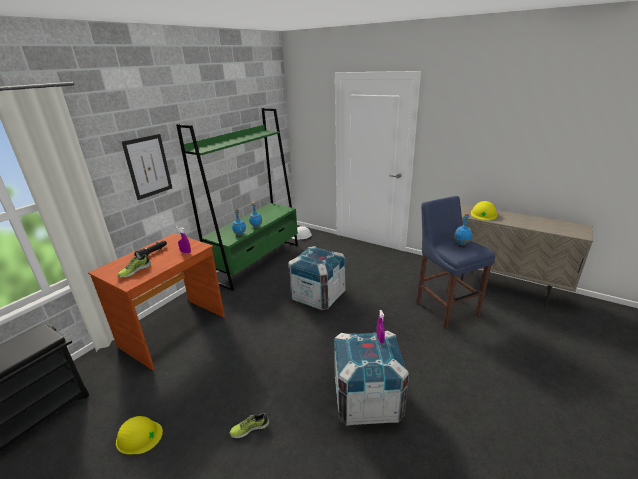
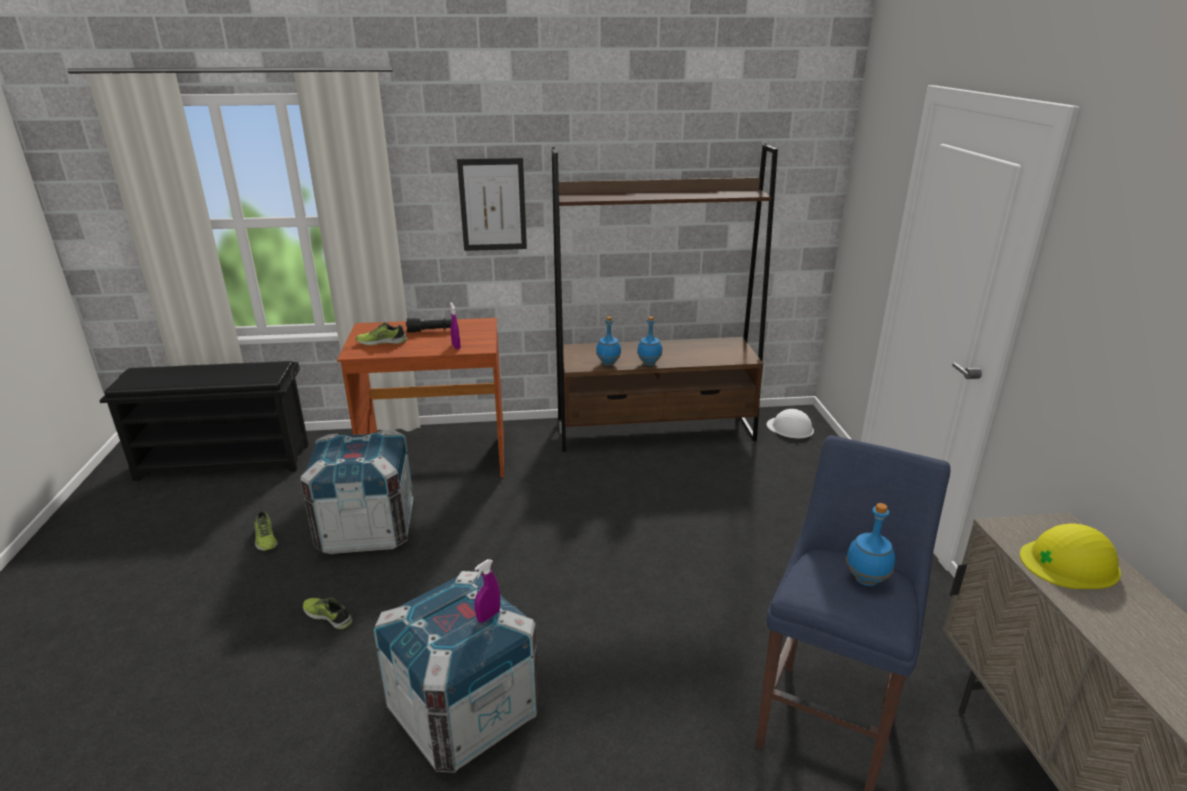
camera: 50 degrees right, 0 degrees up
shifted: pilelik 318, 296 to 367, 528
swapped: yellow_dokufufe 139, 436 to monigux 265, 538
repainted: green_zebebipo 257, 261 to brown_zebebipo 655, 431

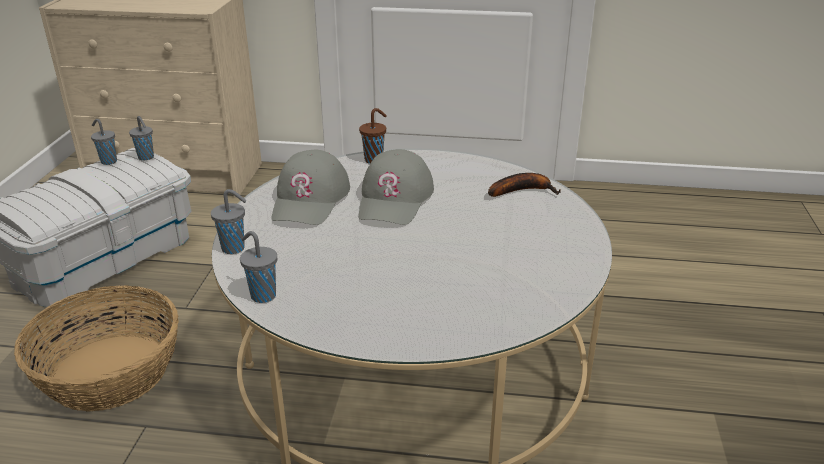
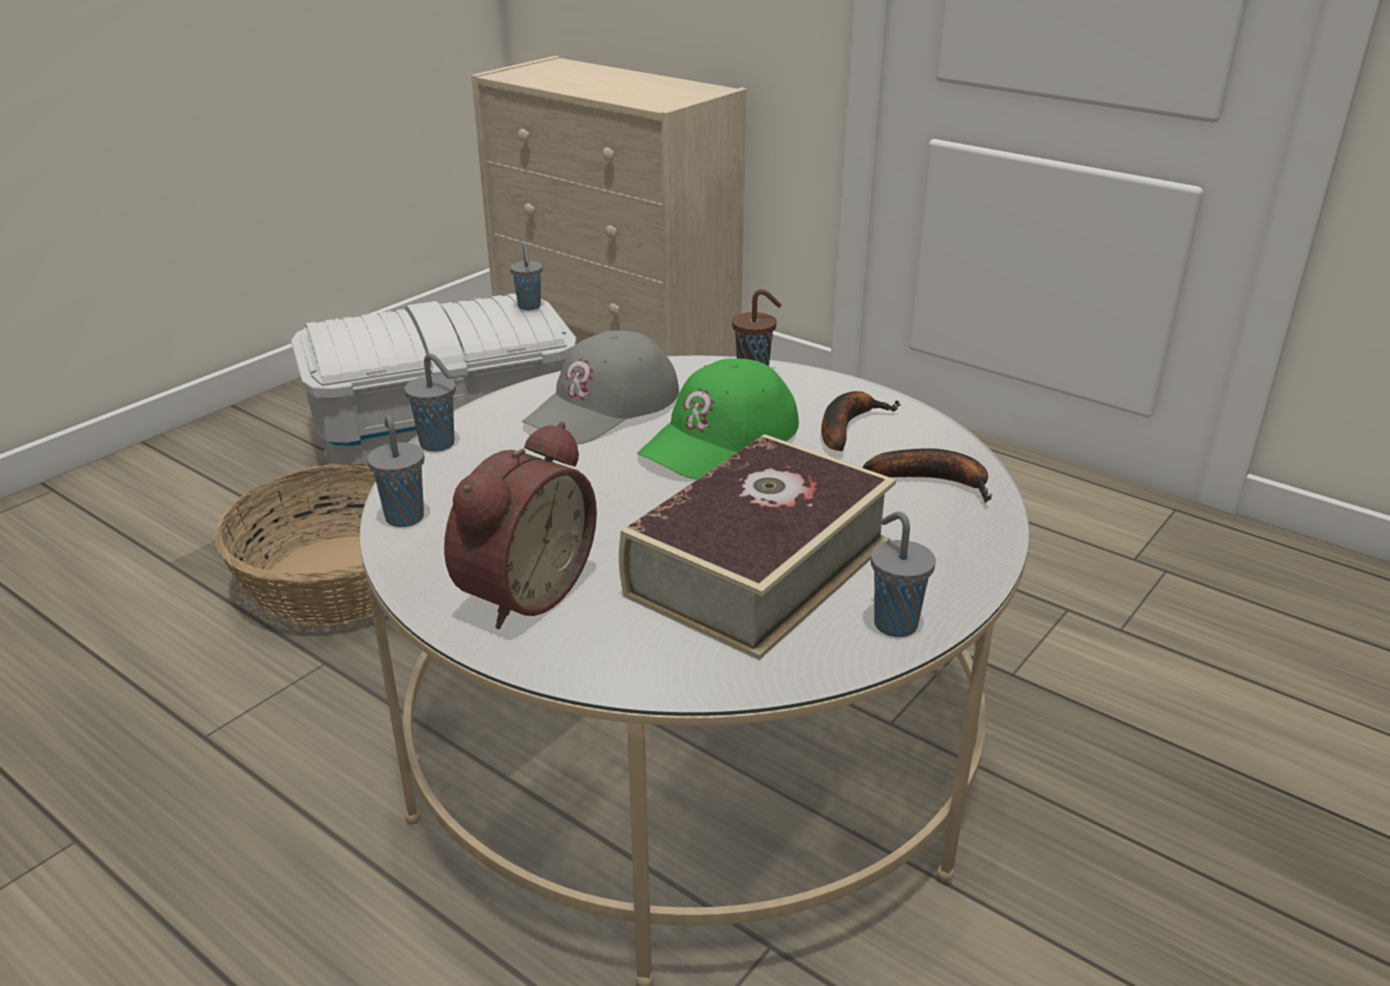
camera: 30 degrees right, 0 degrees up
new: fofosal 847, 426; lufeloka 520, 591; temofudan 759, 567
shifted: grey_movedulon 108, 161 to 893, 623
repainted: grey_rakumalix 395, 199 to green_rakumalix 721, 438

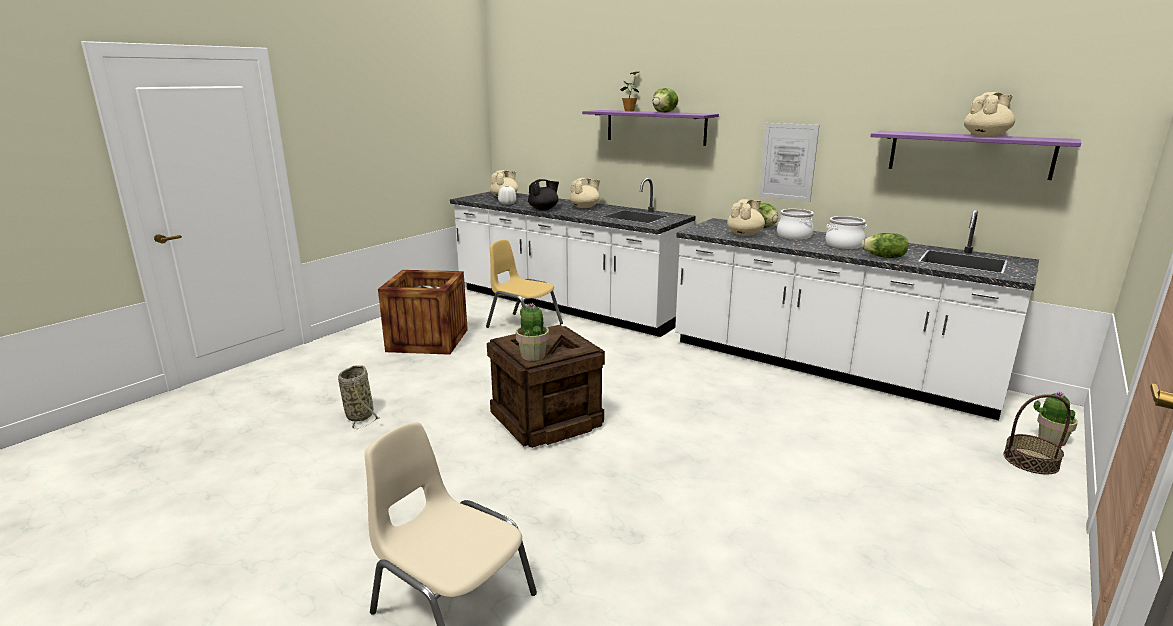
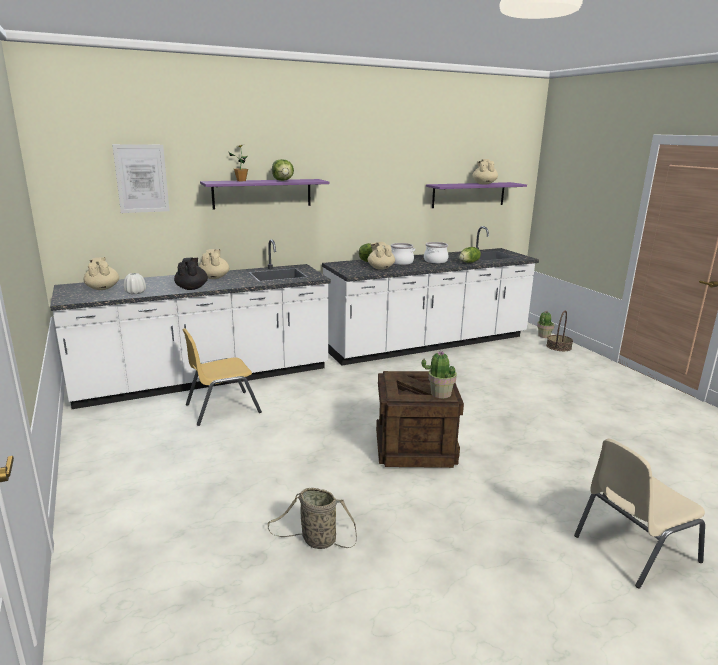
camera: 60 degrees left, 0 degrees up
gone: pilelik 428, 340
shifted: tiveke 788, 162 to 141, 178

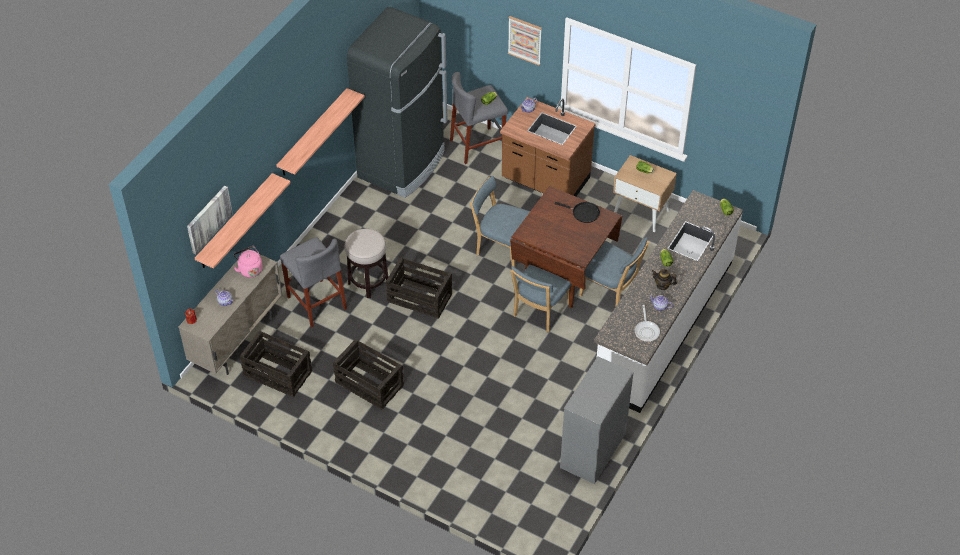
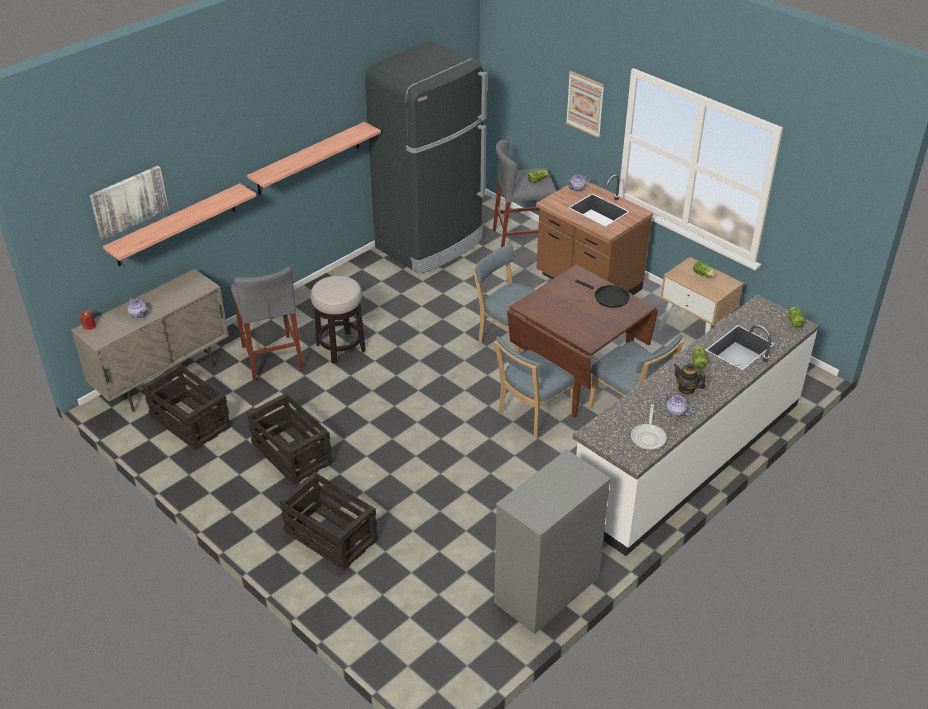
camera: 15 degrees right, 10 degrees down
gone: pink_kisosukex 250, 269
shifted: pilelik 419, 298 to 330, 536

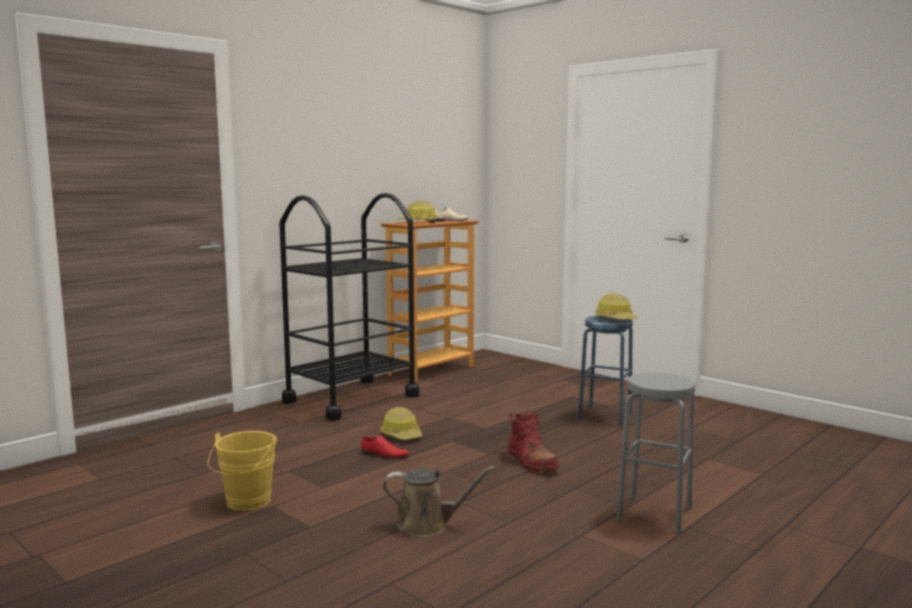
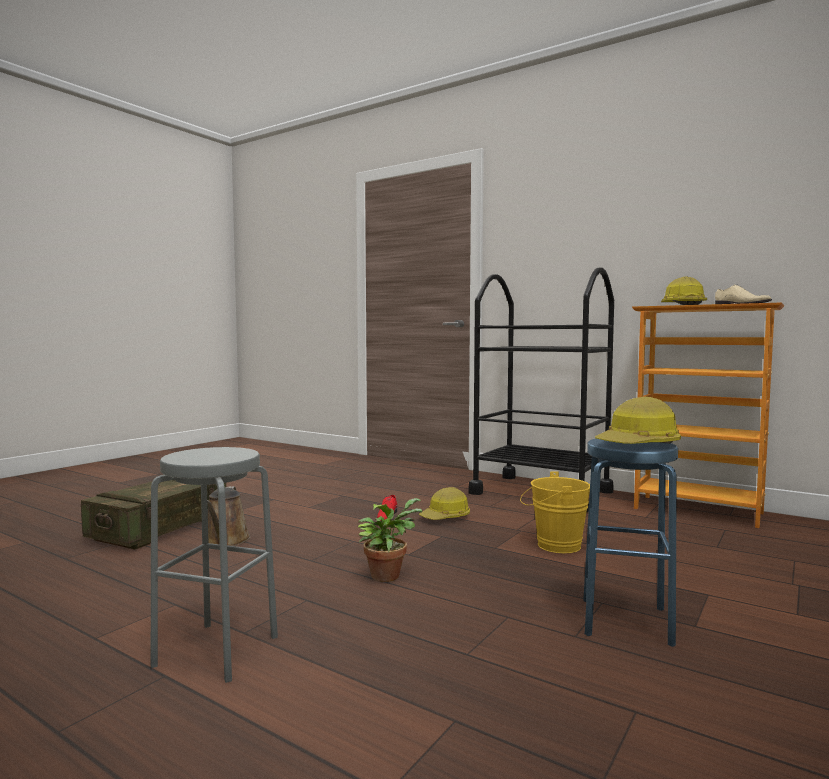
camera: 80 degrees right, 5 degrees down
new: pilelik 160, 528
shifted: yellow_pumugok 246, 503 to 553, 545
swapped: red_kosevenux 531, 462 to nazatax 387, 575

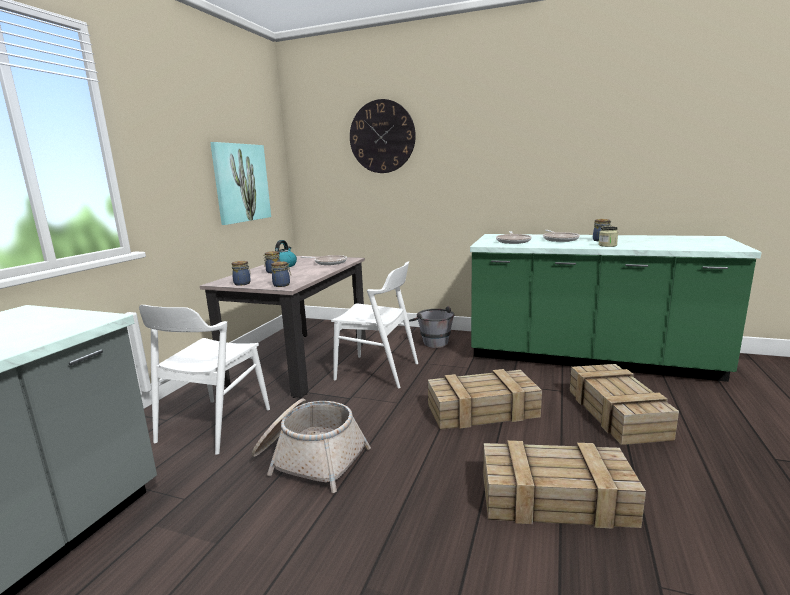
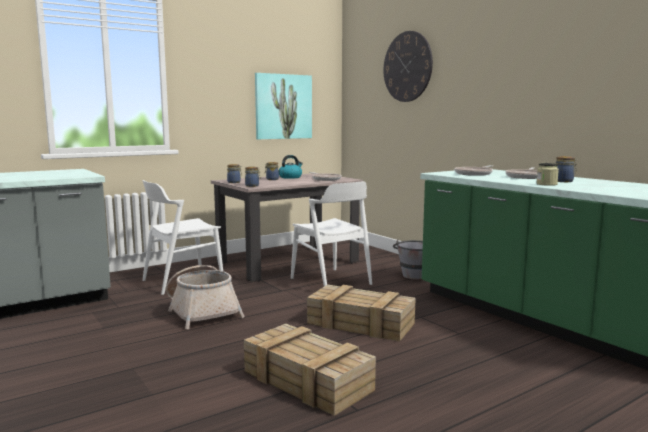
camera: 35 degrees right, 5 degrees down
gone: pilelik 618, 414

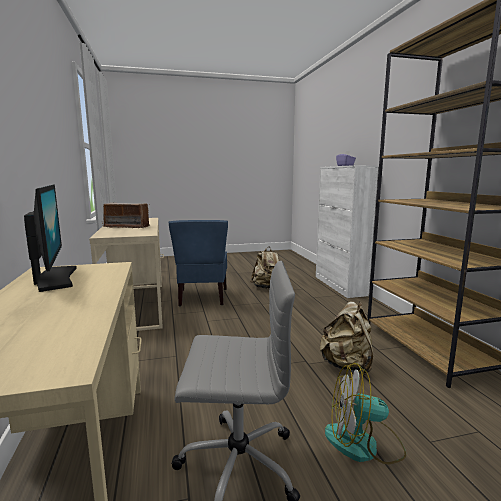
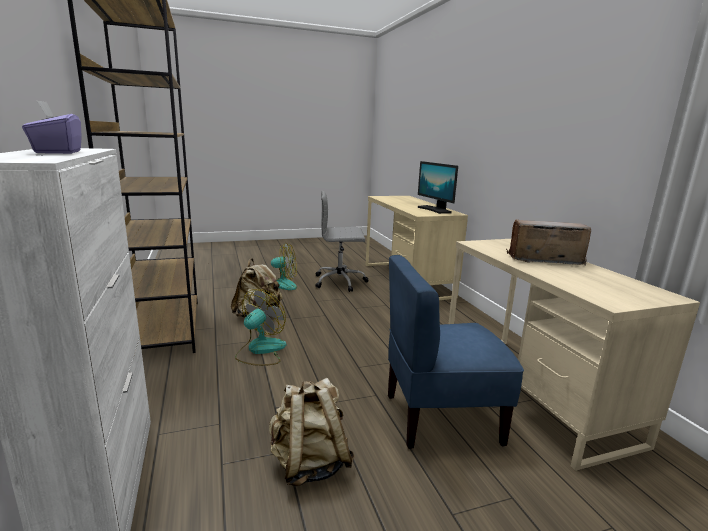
camera: 175 degrees right, 5 degrees up
new: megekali 260, 350
rotated: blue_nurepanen 202, 297 = 440, 418 90 degrees counterclockwise

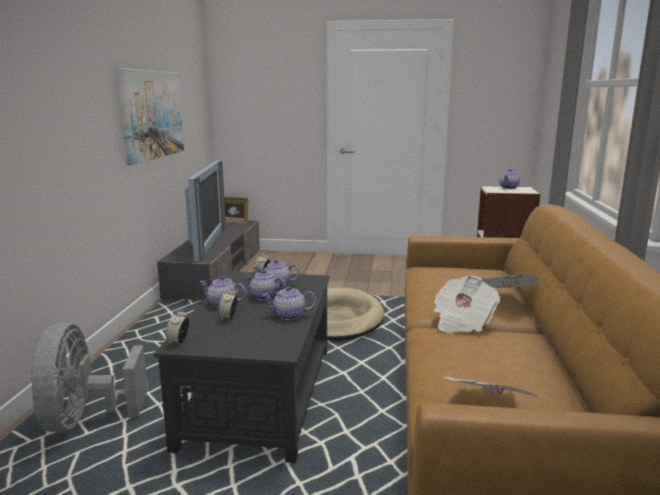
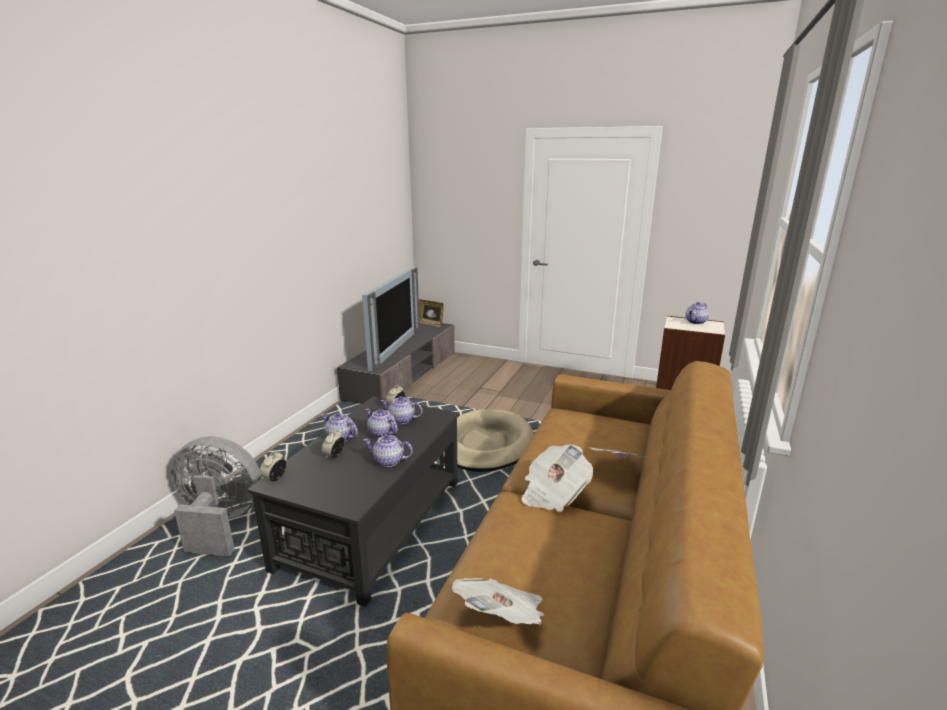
camera: 15 degrees right, 5 degrees up
gone: tiveke 152, 114
rotated: grey_megekali 85, 419 = 221, 523 90 degrees clockwise

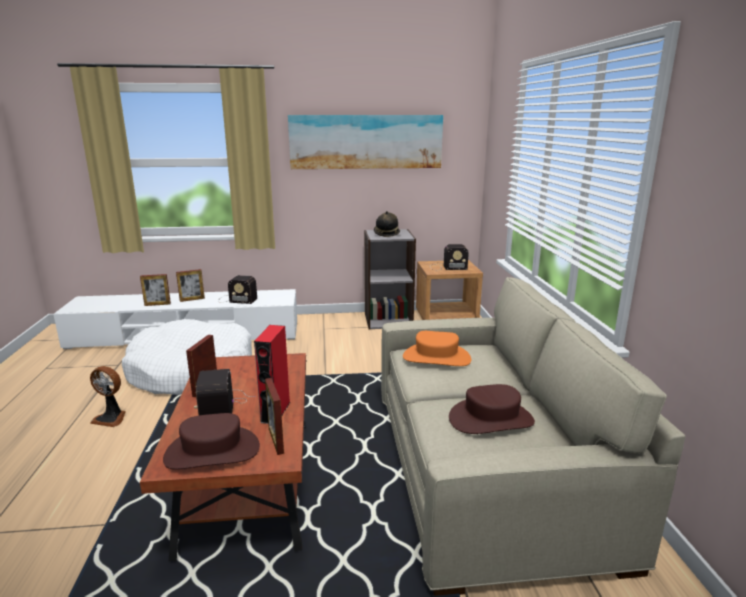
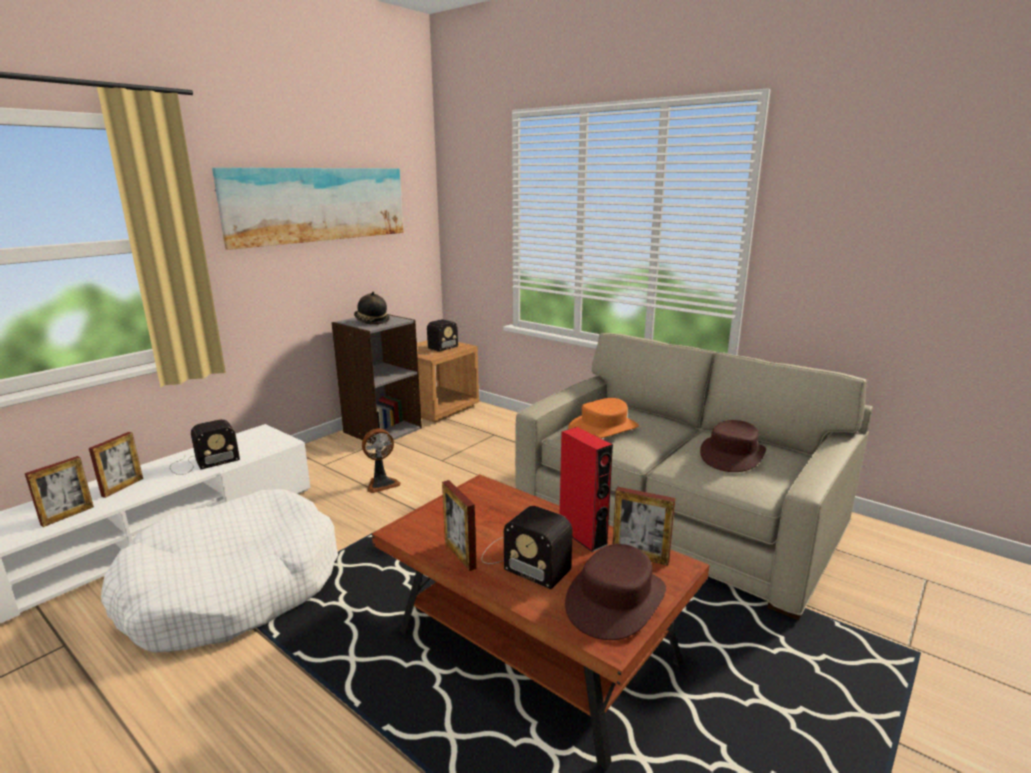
camera: 45 degrees left, 0 degrees up
shifted: megekali 111, 418 to 381, 484

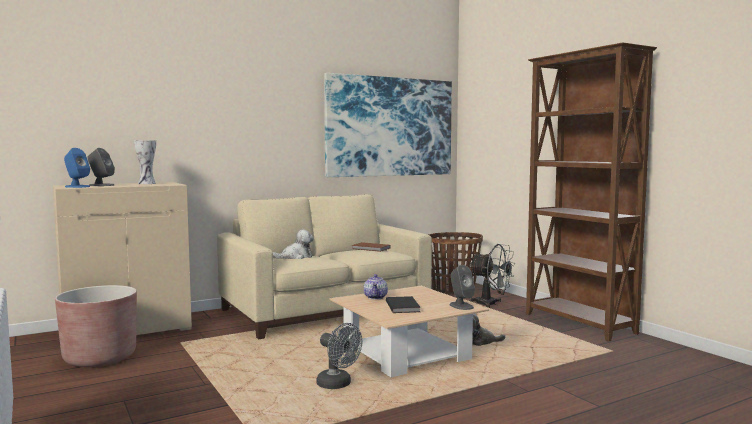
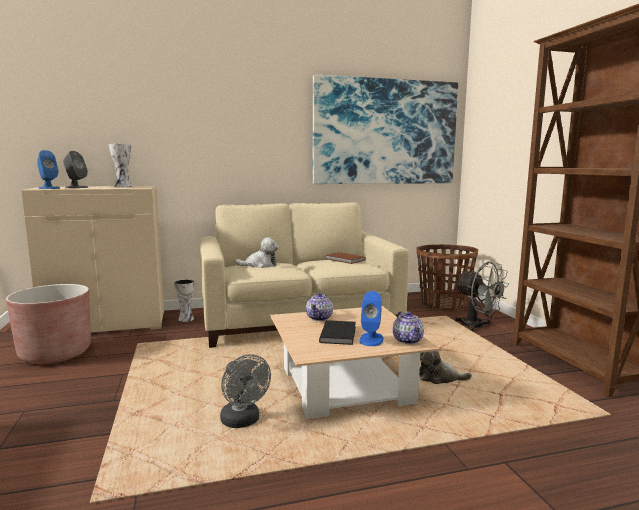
camera: 15 degrees right, 5 degrees up
new: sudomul 186, 319; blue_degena 371, 339
swapped: grey_degena 461, 306 to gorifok 407, 340

